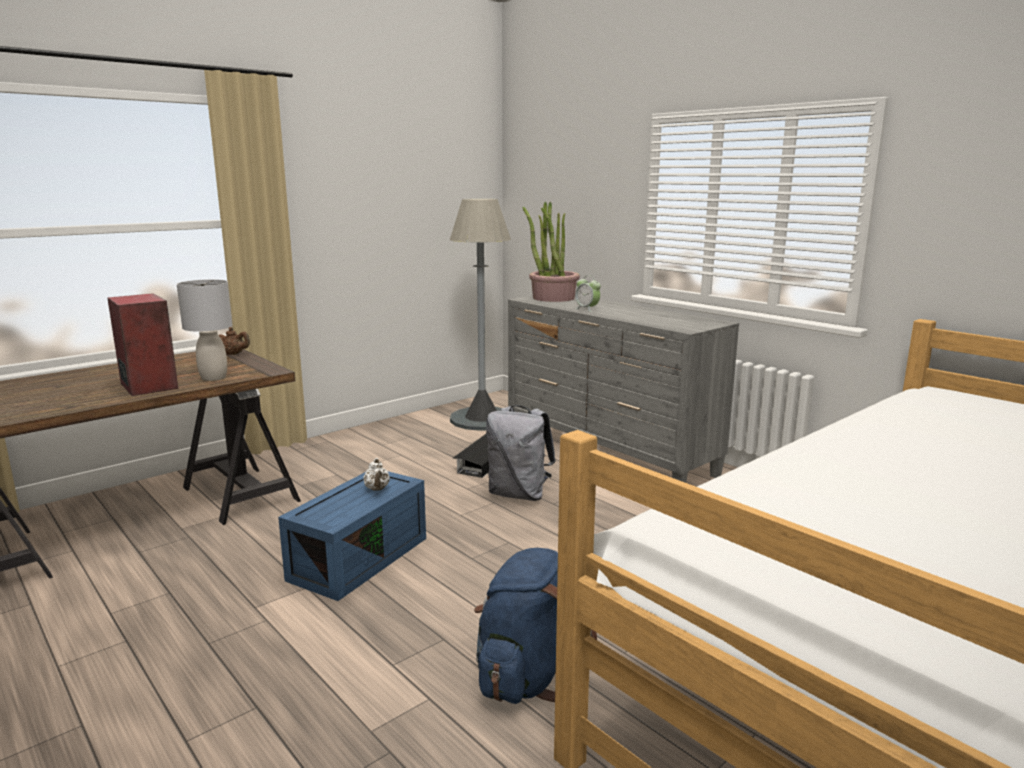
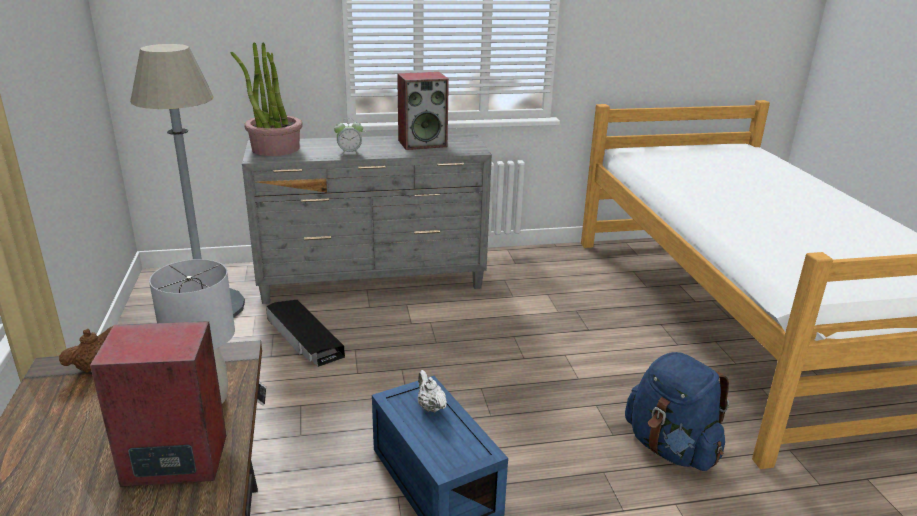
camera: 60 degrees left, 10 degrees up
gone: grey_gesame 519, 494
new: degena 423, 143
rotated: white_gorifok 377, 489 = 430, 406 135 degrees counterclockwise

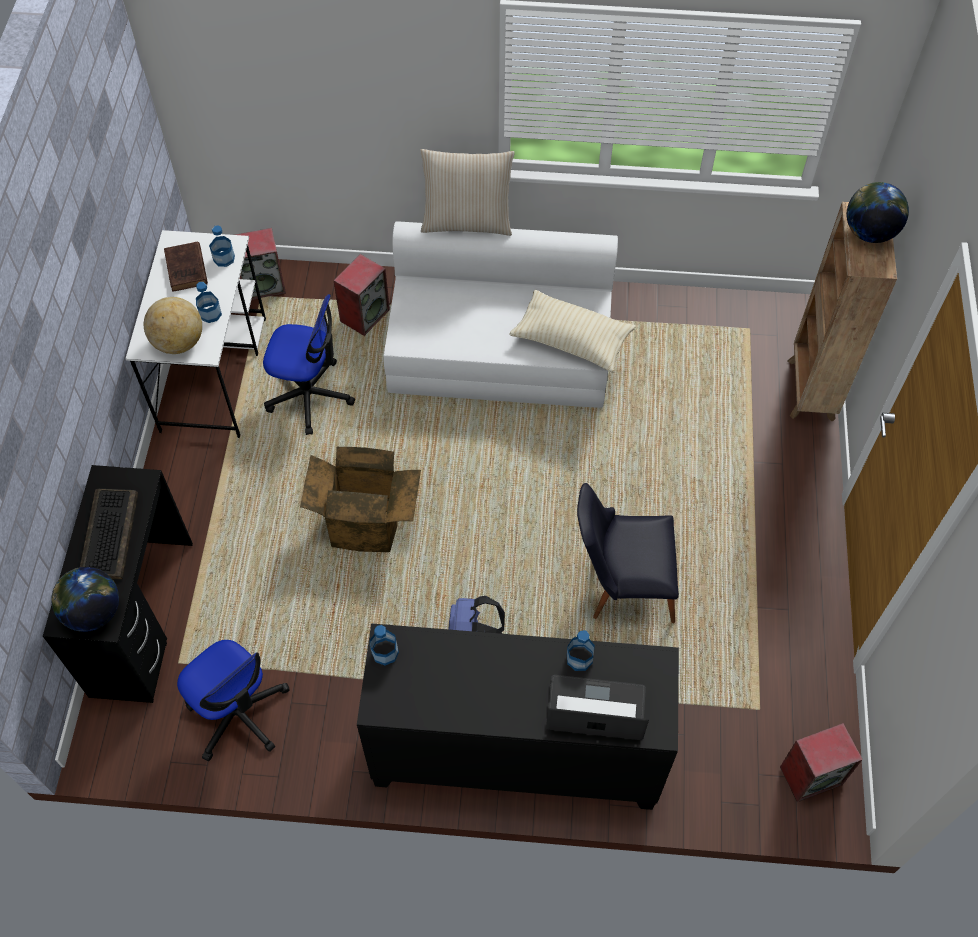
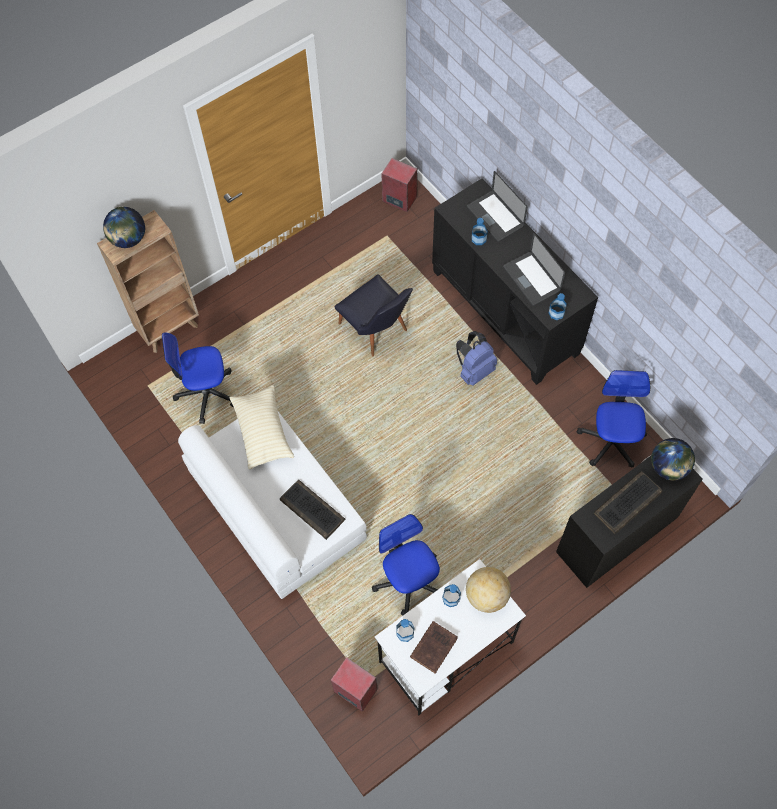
camera: 130 degrees left, 5 degrees up
gone: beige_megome 467, 222; degena 365, 315; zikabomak 367, 520
new: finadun 531, 279; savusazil 206, 393; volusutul 311, 510

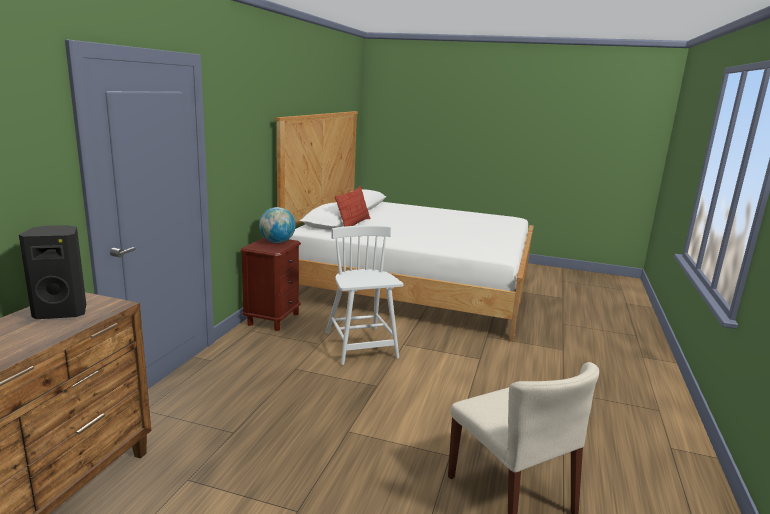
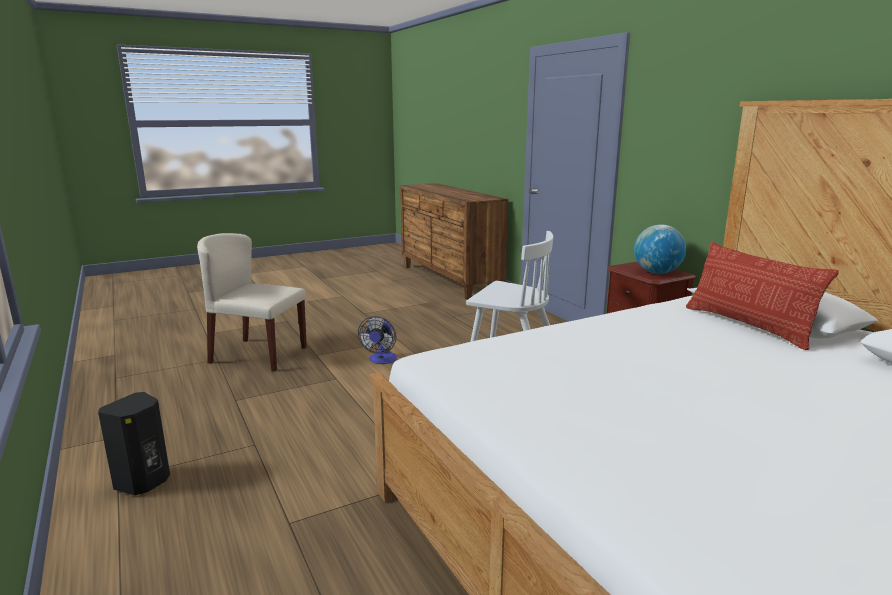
camera: 135 degrees right, 0 degrees up
new: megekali 381, 360
shifted: black_degena 62, 312 to 144, 482

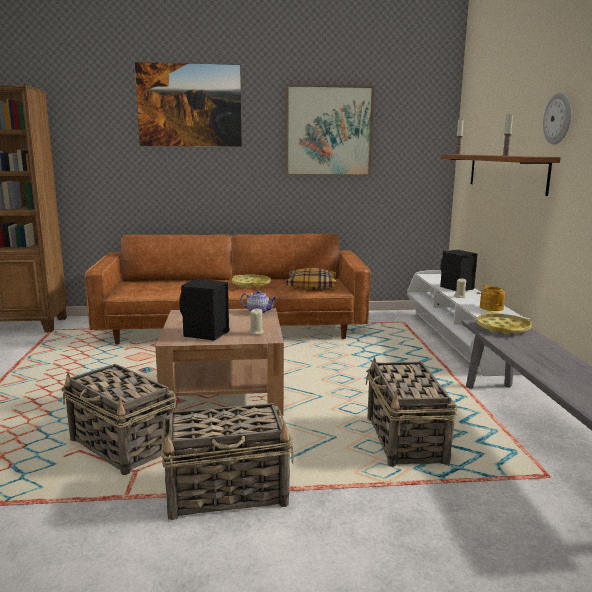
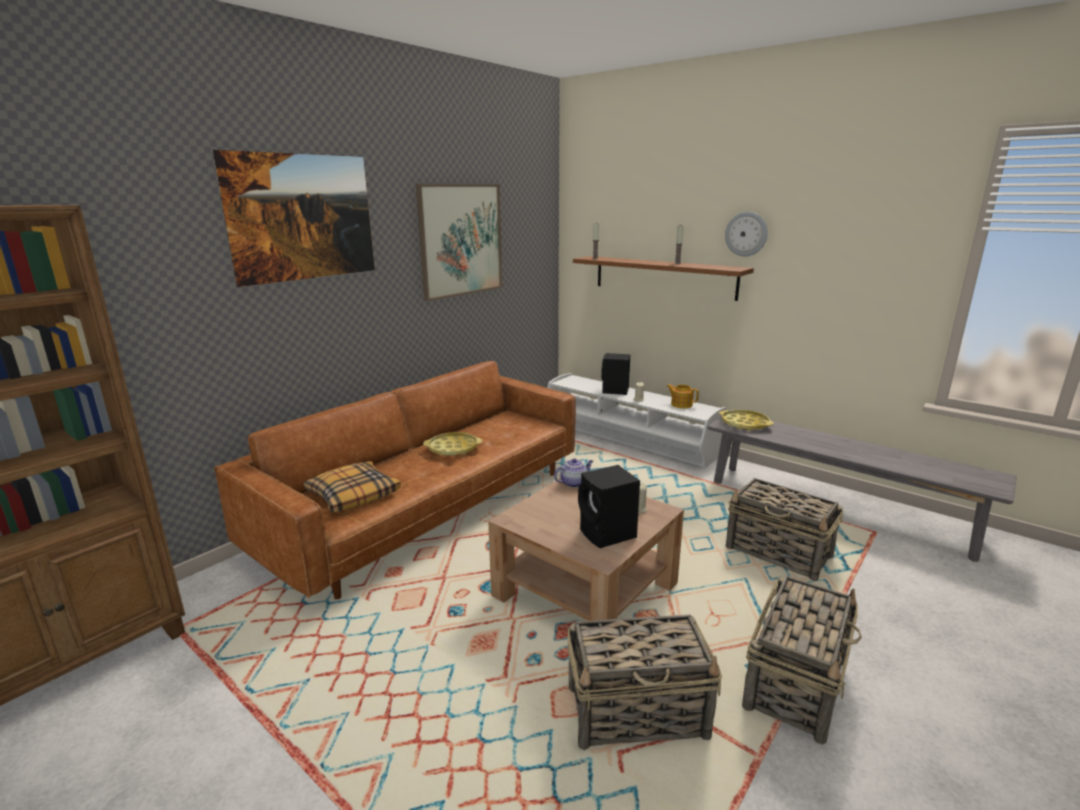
camera: 45 degrees left, 5 degrees up
shifted: megome 312, 286 to 353, 495

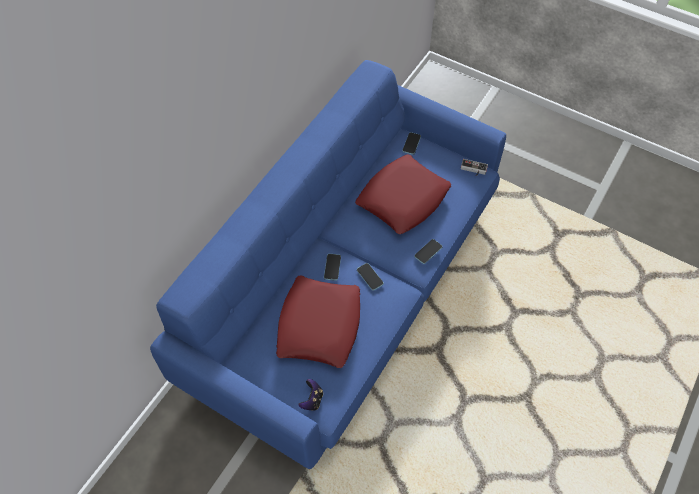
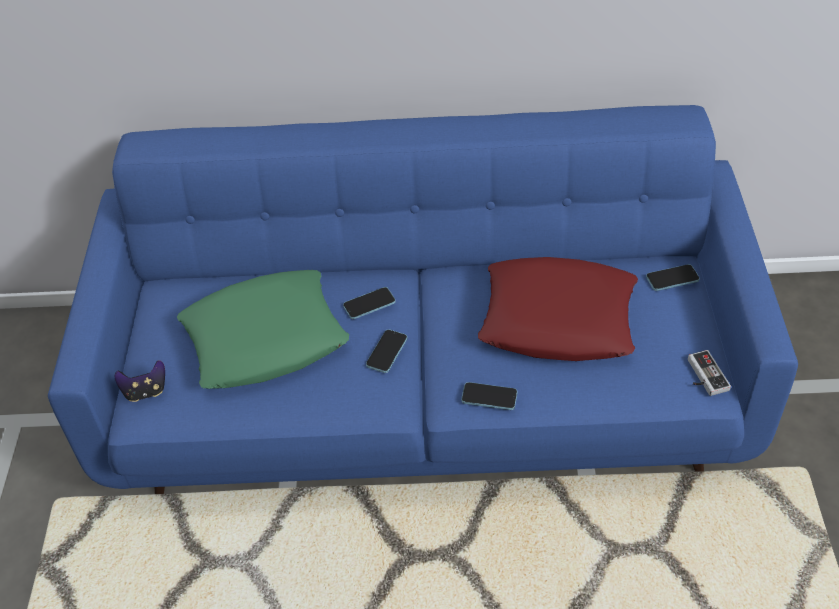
camera: 60 degrees right, 10 degrees down
repainted: red_megome 319, 325 to green_megome 265, 338

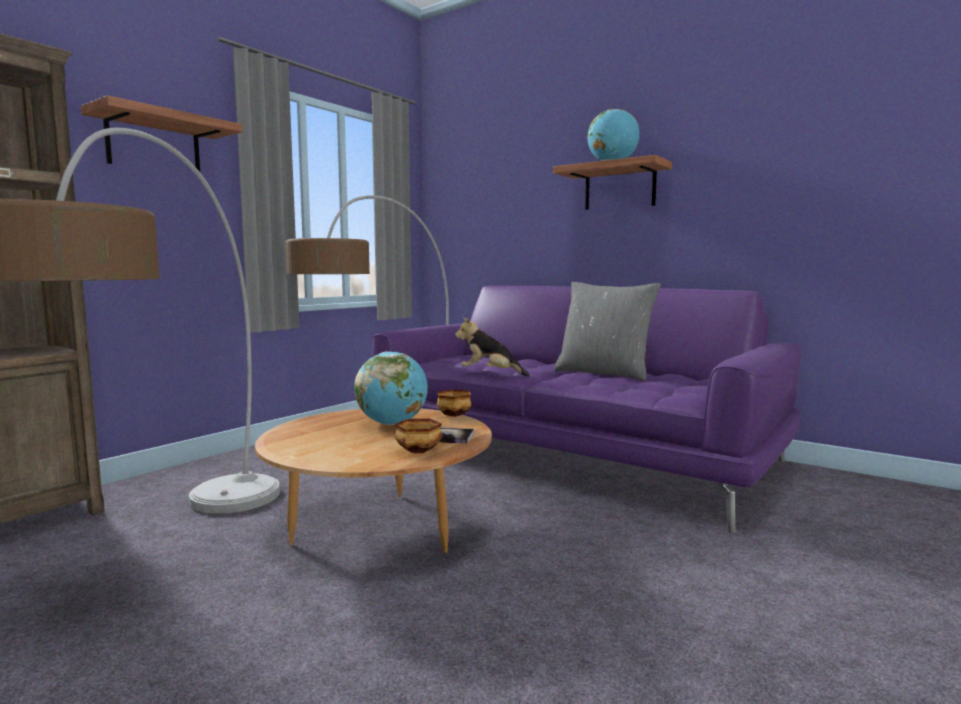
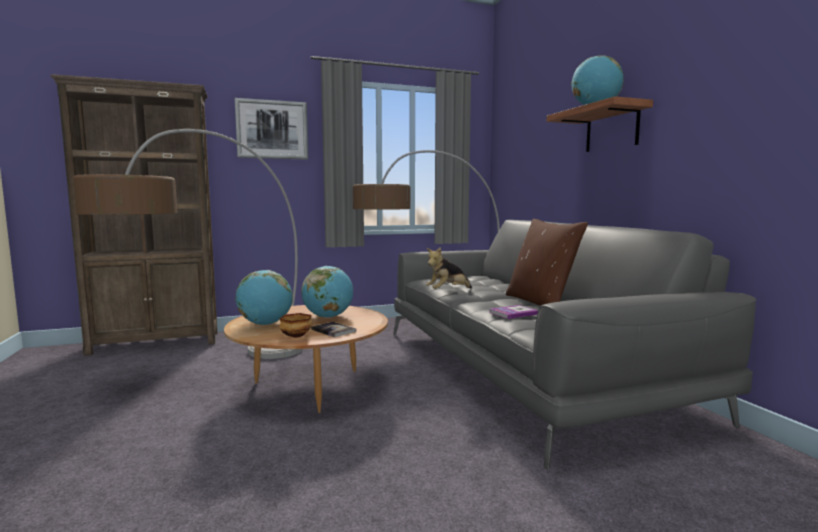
camera: 35 degrees right, 0 degrees up
gone: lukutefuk 454, 415
new: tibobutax 265, 324; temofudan 513, 313
swapped: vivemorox 154, 144 to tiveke 272, 129
repainted: grey_megome 604, 373 to brown_megome 541, 302; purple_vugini 570, 454 to grey_vugini 524, 370
rotated: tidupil 490, 374 = 447, 291 90 degrees counterclockwise

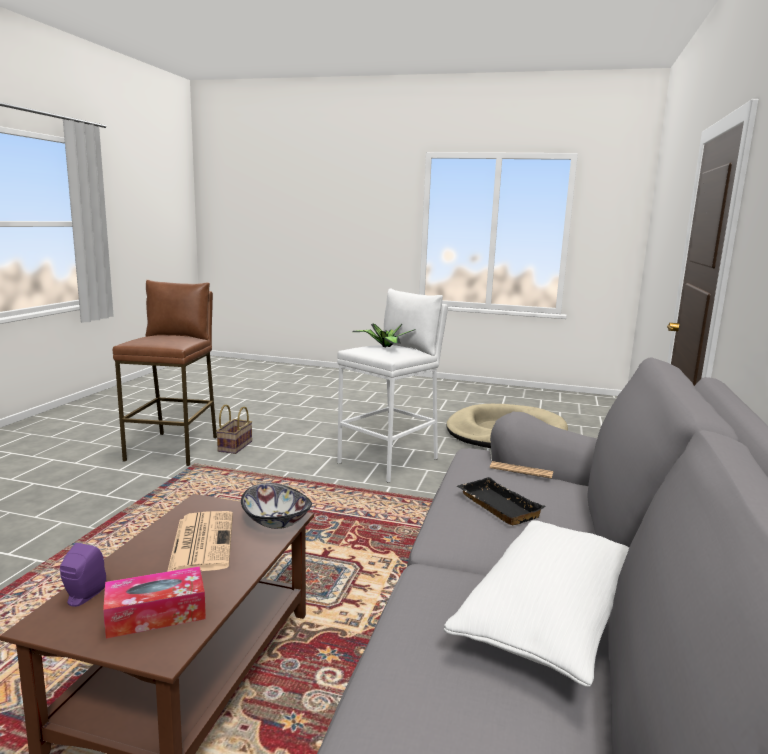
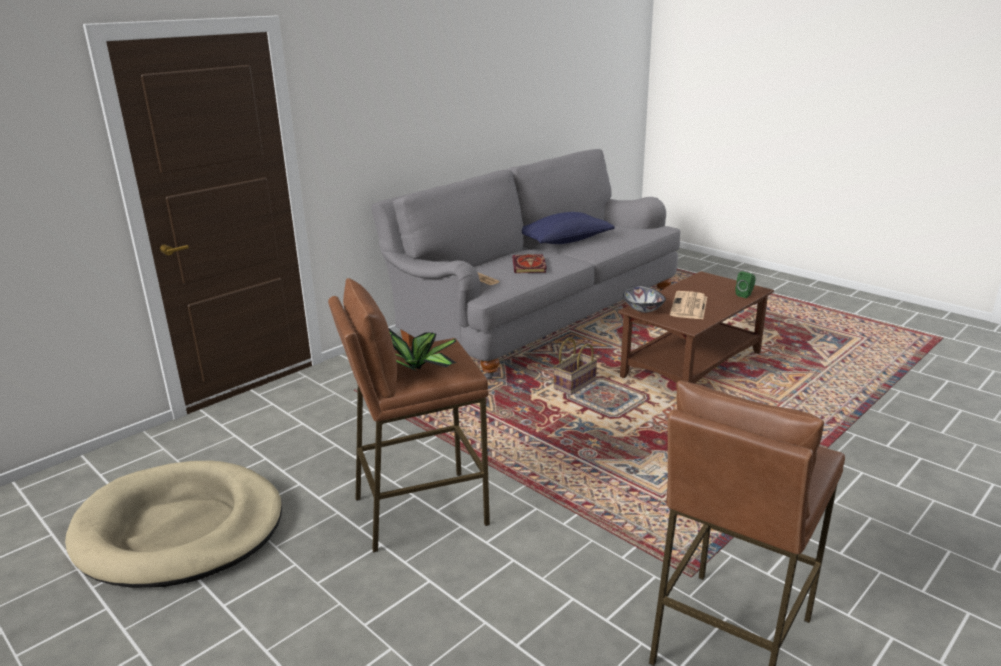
camera: 150 degrees left, 10 degrees up
gone: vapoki 156, 614
shifted: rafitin 235, 446 to 575, 385
swapped: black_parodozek 495, 506 to temofudan 530, 266
repainted: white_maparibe 389, 461 to brown_maparibe 419, 510; white_megome 550, 618 to blue_megome 565, 241; purple_degena 82, 597 to green_degena 745, 295

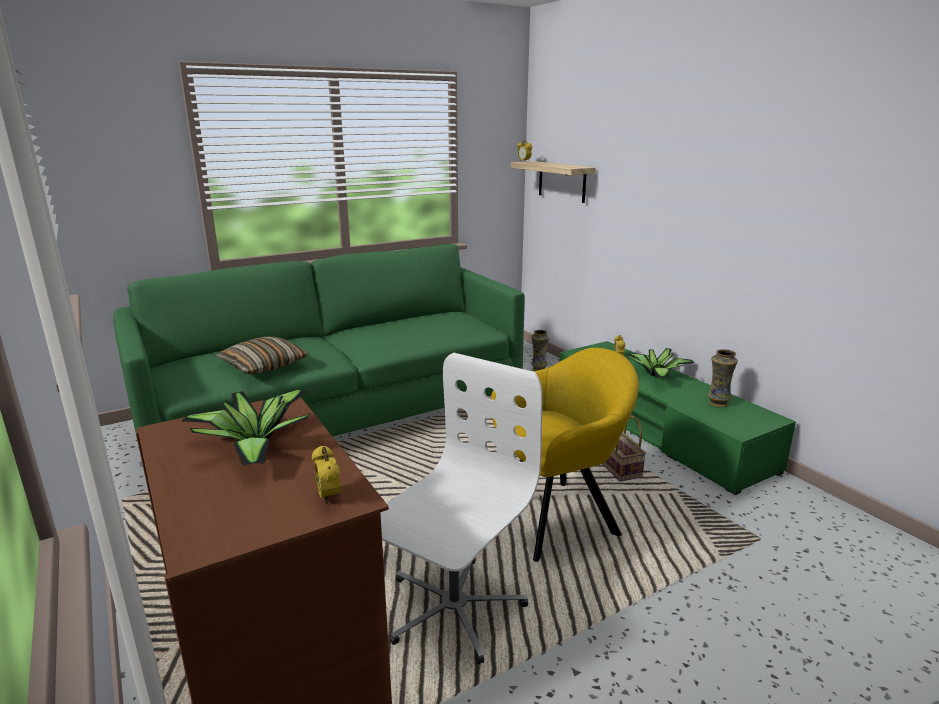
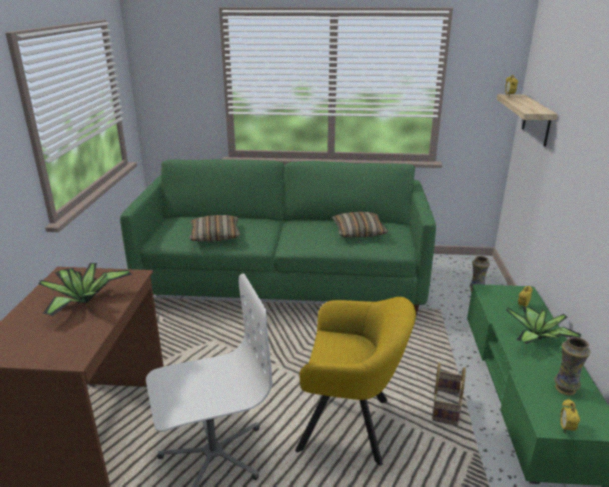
camera: 35 degrees right, 5 degrees up
new: megome 358, 232
shifted: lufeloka 328, 497 to 566, 428

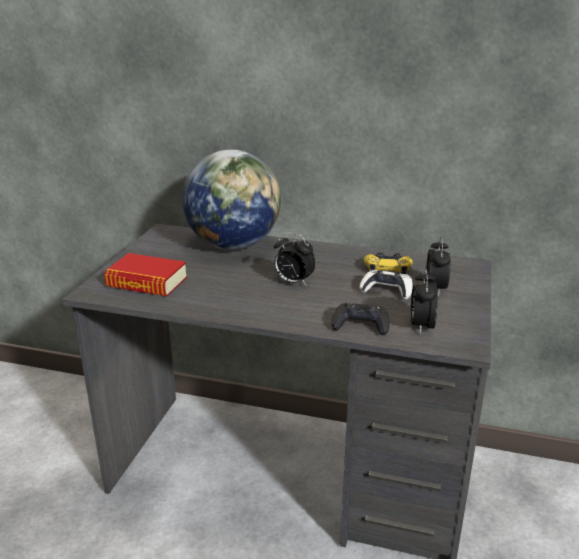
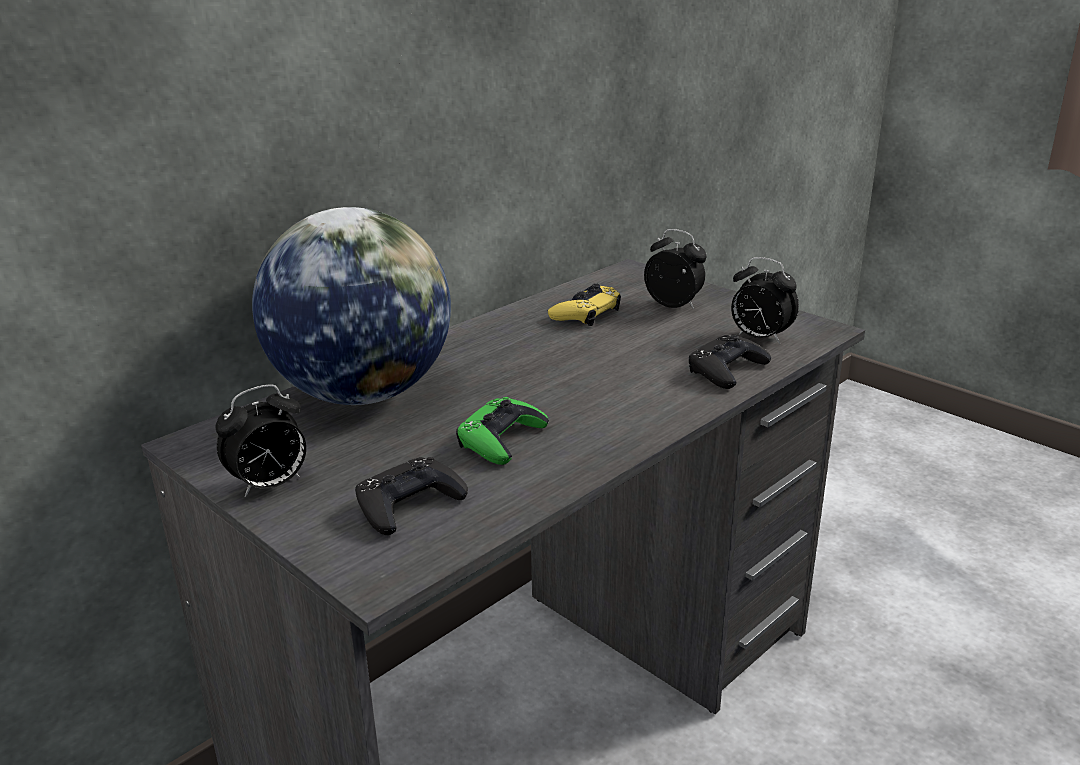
camera: 60 degrees left, 0 degrees up
gone: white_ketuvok 386, 290
new: green_ketuvok 501, 439
shifted: lufeloka 293, 282 to 270, 486
swapped: temofudan 147, 282 to black_ketuvok 409, 505

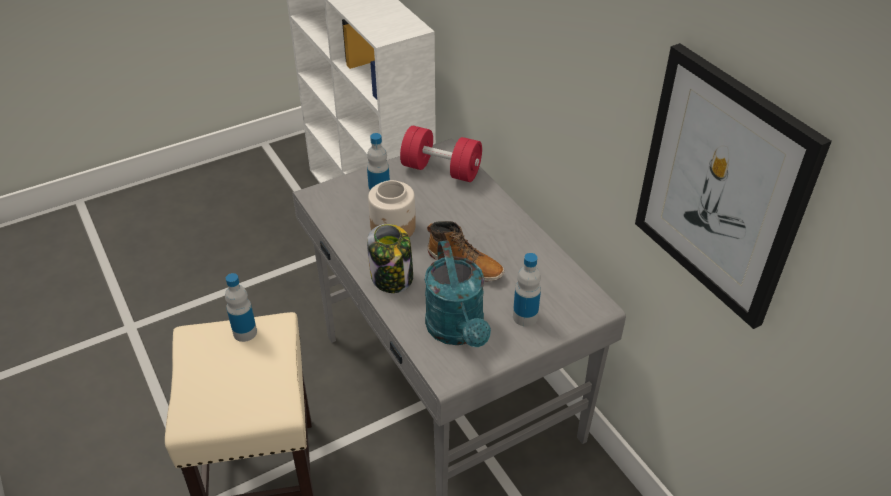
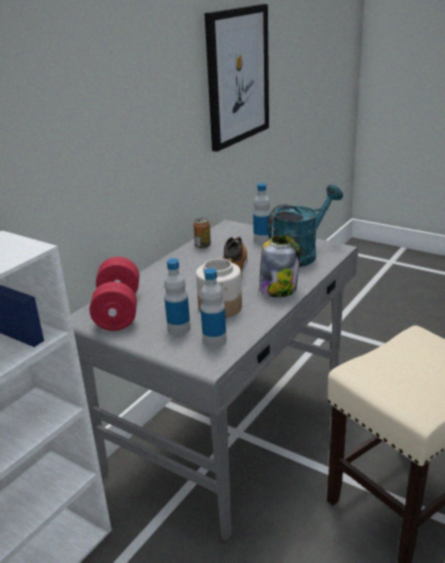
camera: 115 degrees left, 15 degrees down
new: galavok 203, 246
shifted: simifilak 245, 332 to 214, 340

